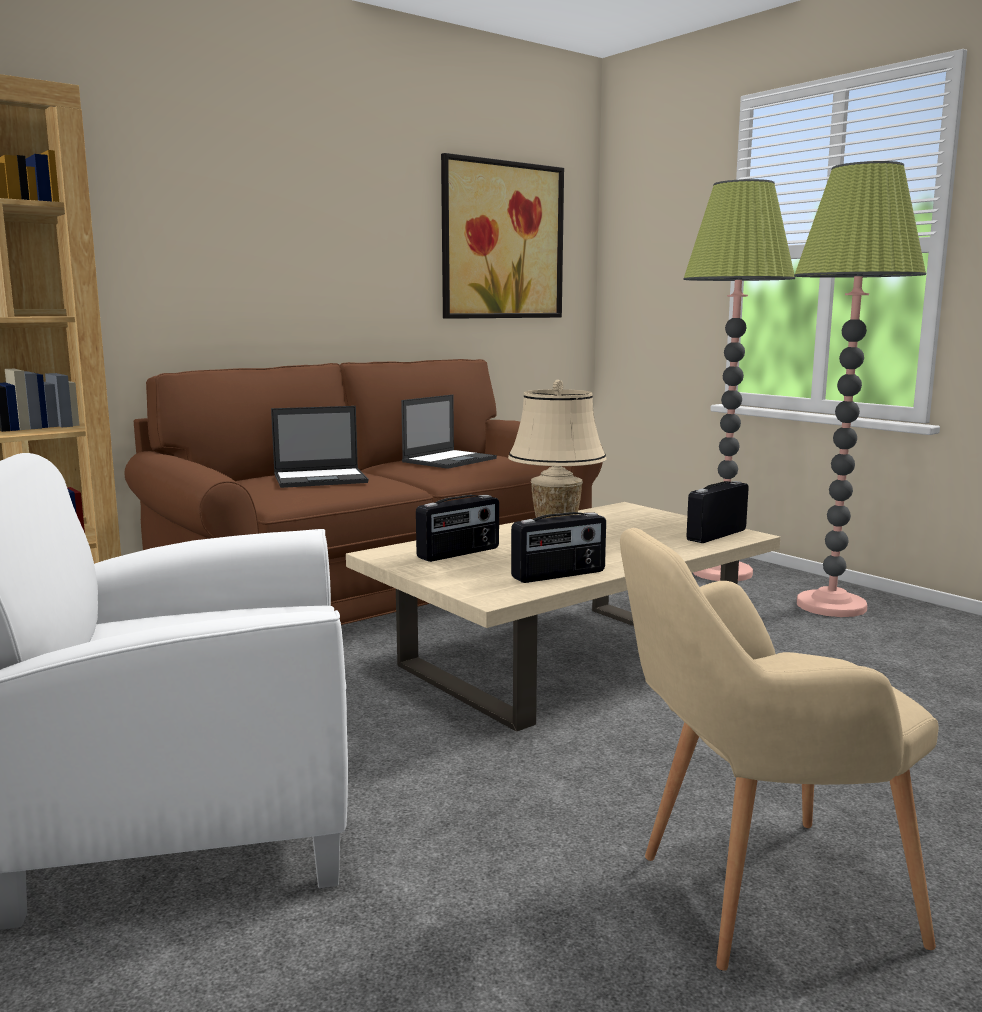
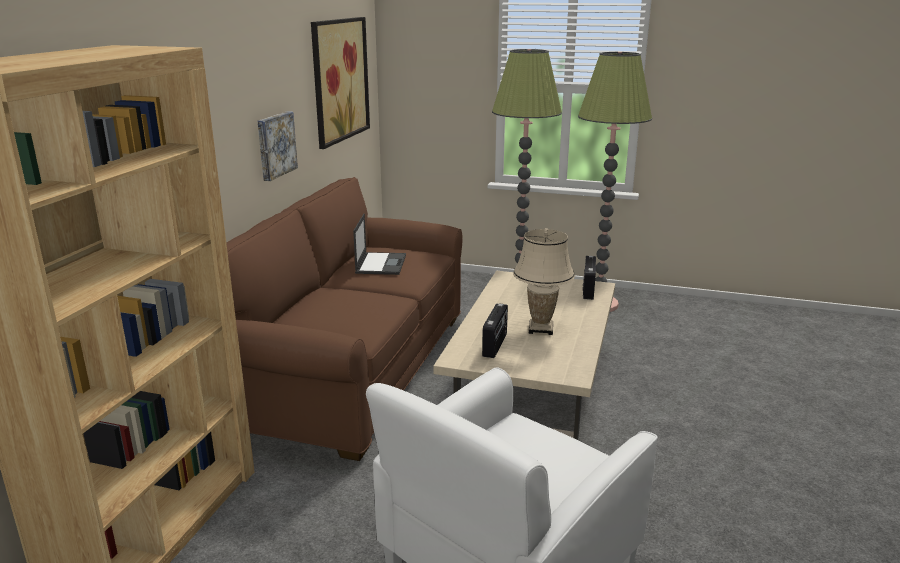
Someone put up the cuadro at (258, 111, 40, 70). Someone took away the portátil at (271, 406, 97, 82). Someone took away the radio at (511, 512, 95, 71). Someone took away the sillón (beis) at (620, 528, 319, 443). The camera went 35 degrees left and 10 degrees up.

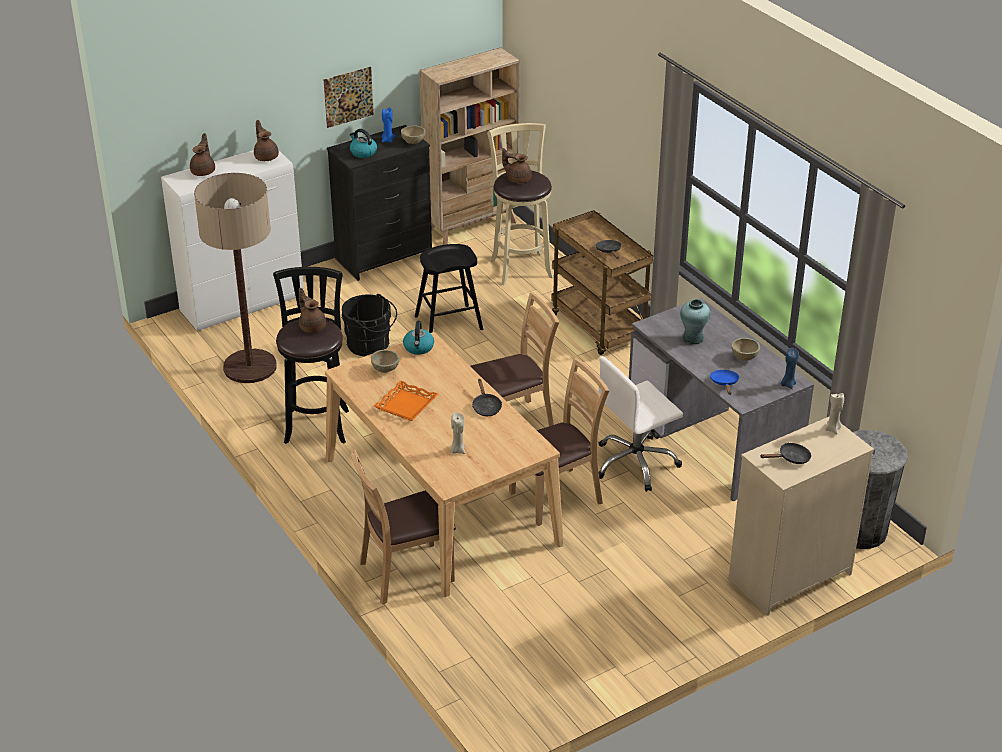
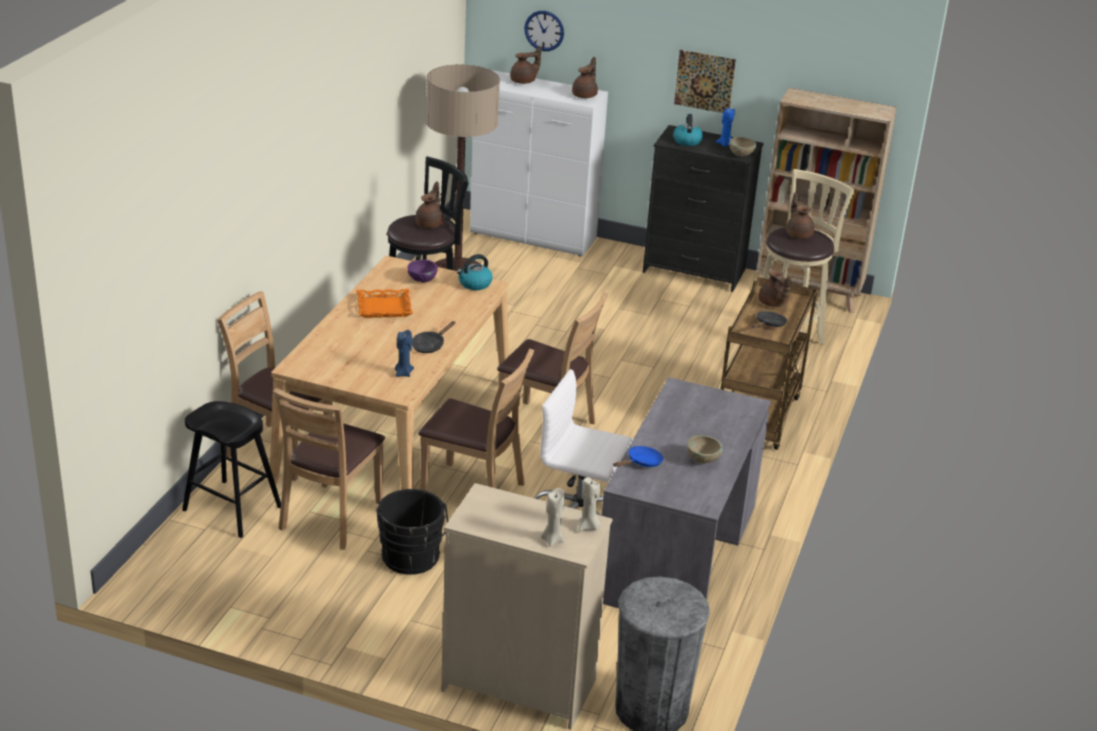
Someone carried the taburete (negro) from (415, 244, 68, 89) to (182, 401, 99, 137). Someone put down the silla (marrón) at (273, 388, 112, 162). Someone carried the cubo (negro) from (341, 294, 56, 63) to (376, 489, 72, 86). Someone carried the vela (azul) from (781, 348, 18, 41) to (395, 330, 19, 47). Someone repainted the cuenco (beis) at (371, 350, 28, 23), which became the cuenco (morado) at (408, 259, 30, 24). Someone put up the reloj de pared at (524, 11, 40, 40). Someone carried the vela (beis) from (451, 412, 14, 42) to (541, 488, 25, 59). Someone put down the tetera (marrón) at (759, 270, 32, 37). Someone took away the florero (turquesa) at (680, 299, 30, 46). Someone took away the sartén (negro) at (760, 443, 51, 21). The camera went 50 degrees right and 5 degrees down.

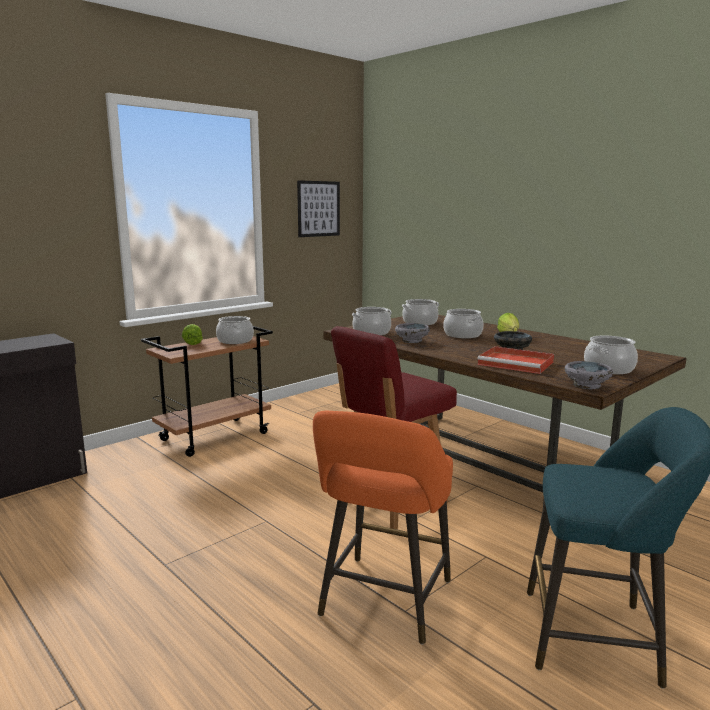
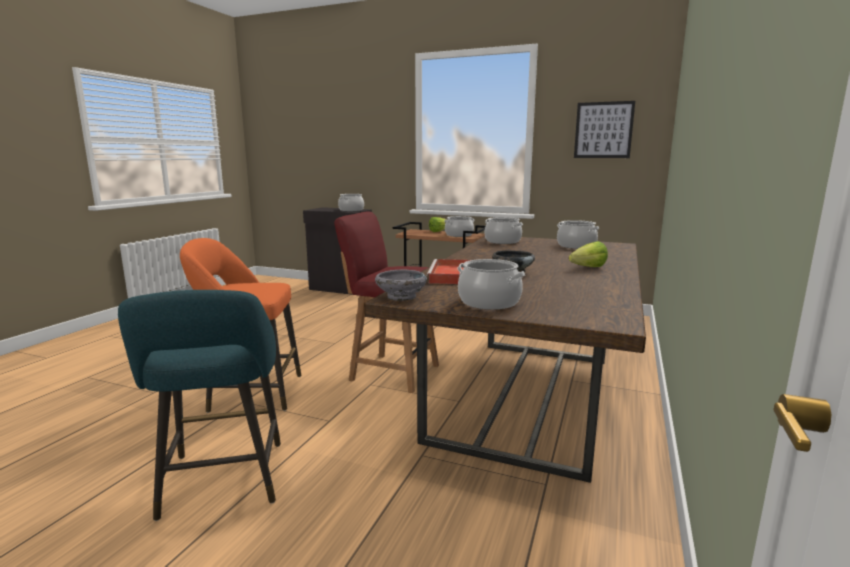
Someone carried the olla from (443, 309, 40, 30) to (338, 194, 26, 17). Someone took away the cuenco (gris) at (395, 323, 35, 20). The camera went 65 degrees right and 0 degrees up.

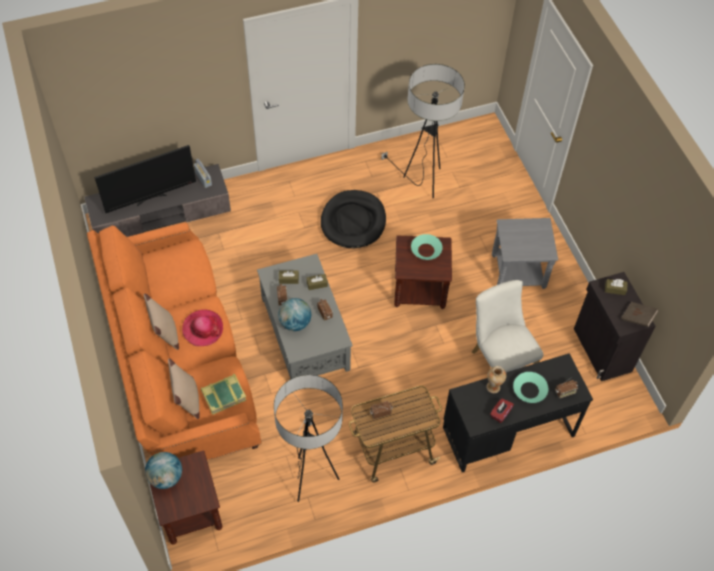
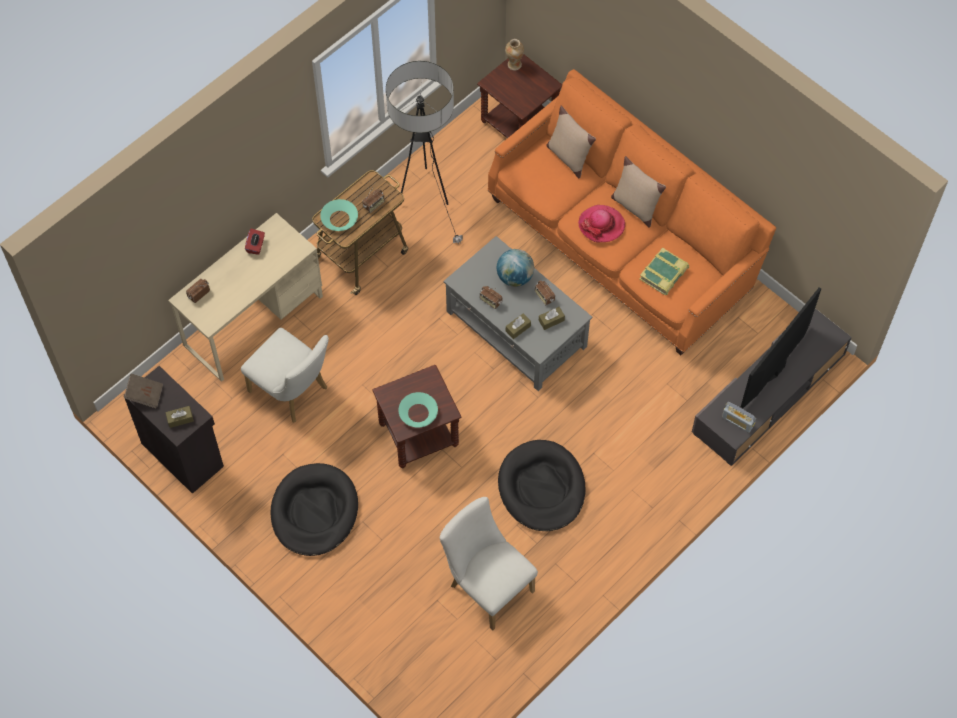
Someone repainted the escritorio (negro) at (443, 353, 150, 119), which became the escritorio (beis) at (168, 213, 155, 169). Someone swapped the mesa auxiliar (gris) at (492, 218, 66, 71) for the cama para perro (negro) at (271, 463, 87, 93). Someone carried the cuenco (turquesa) from (513, 372, 35, 31) to (320, 199, 38, 32). Someone swapped the lámpara de pie at (380, 64, 85, 134) for the silla (blanco) at (440, 497, 98, 134). Someone carried the florero from (486, 366, 20, 27) to (505, 39, 19, 31). Someone carried the libro from (201, 374, 45, 41) to (639, 248, 50, 47). Someone took away the globo terráqueo at (145, 452, 37, 37). The camera went 155 degrees right and 5 degrees up.

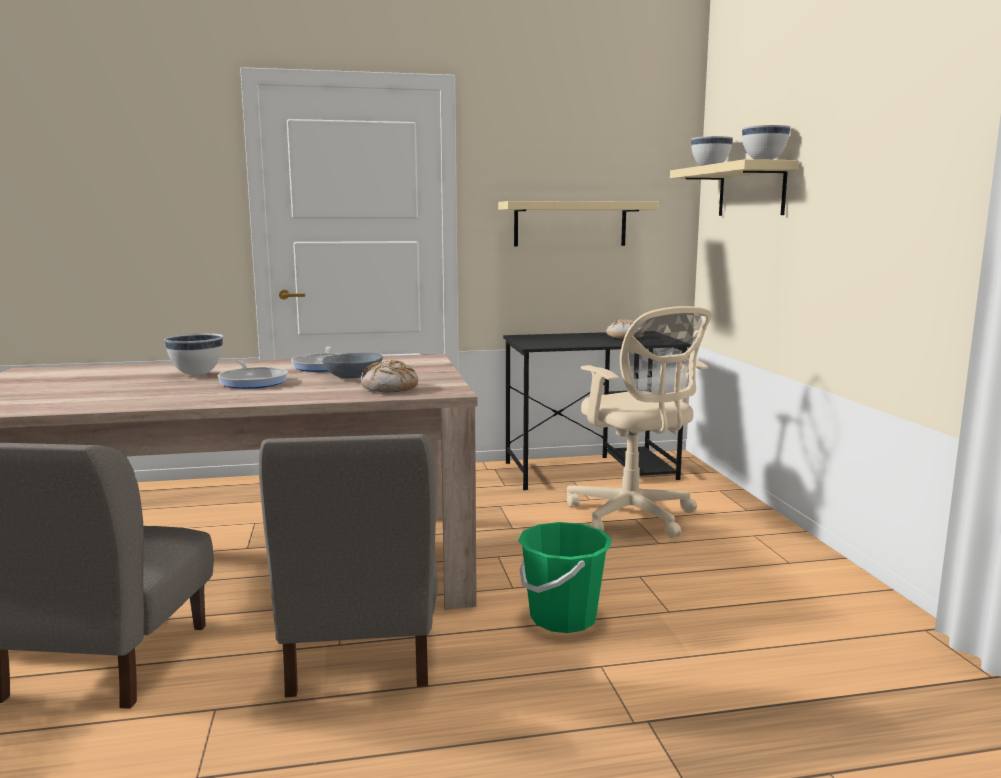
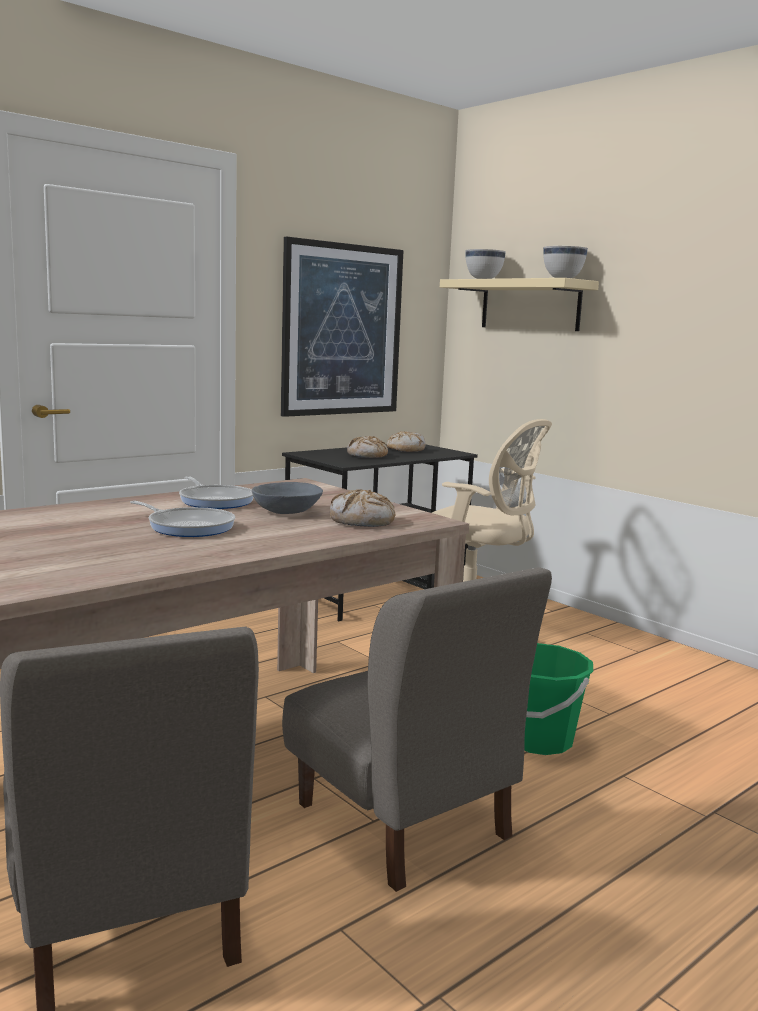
Someone swapped the estante (beis) at (498, 201, 161, 45) for the cuadro at (281, 237, 122, 180). Someone put down the pan at (347, 436, 41, 22). Someone took away the cuenco (blanco) at (164, 333, 59, 42). The camera went 30 degrees left and 0 degrees up.

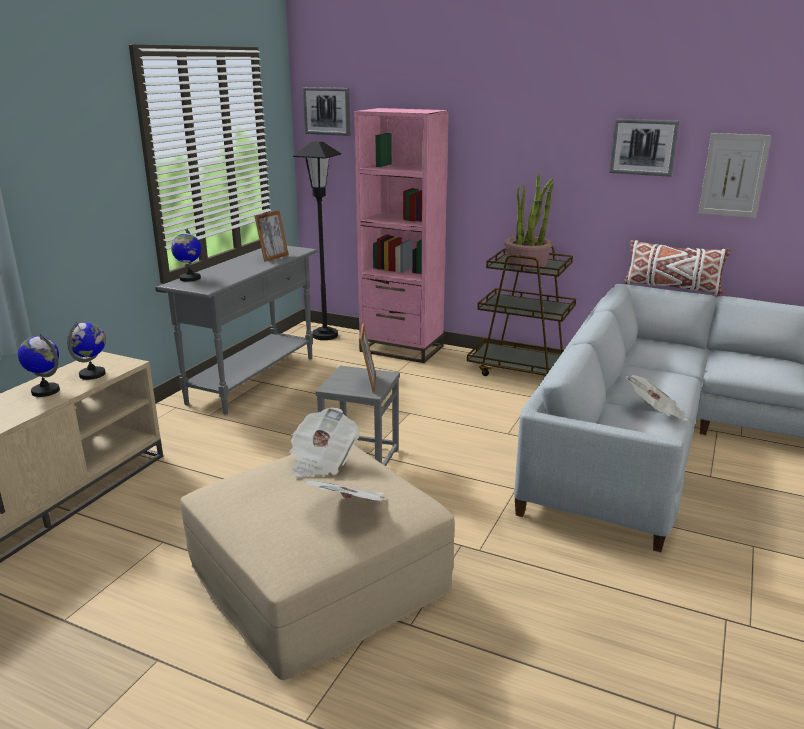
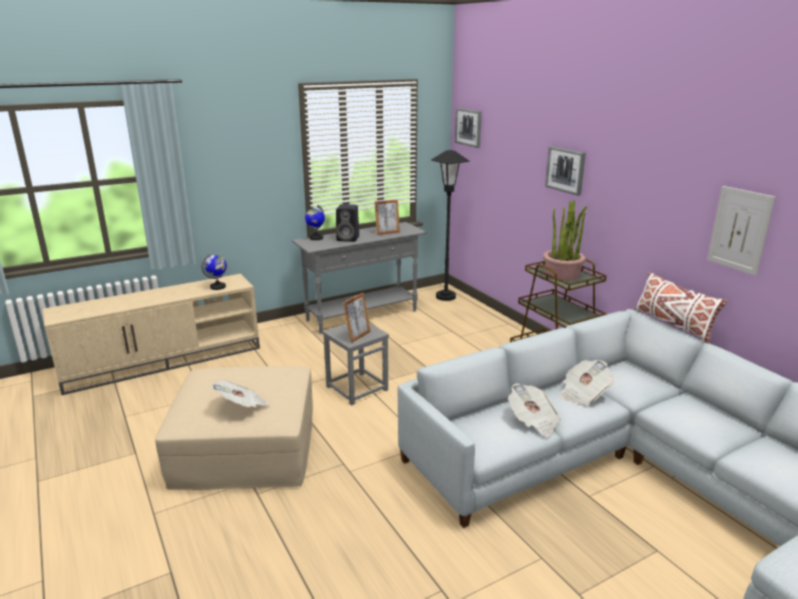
Someone put down the altavoz (negro) at (336, 204, 23, 38). Someone carried the cuadro from (609, 119, 70, 58) to (545, 146, 41, 50). Someone carried the periódico from (289, 407, 70, 71) to (559, 360, 55, 45). Someone took away the globo terráqueo at (18, 334, 42, 63). Someone took away the estantería (rosa) at (354, 108, 95, 255). The camera went 35 degrees right and 0 degrees up.

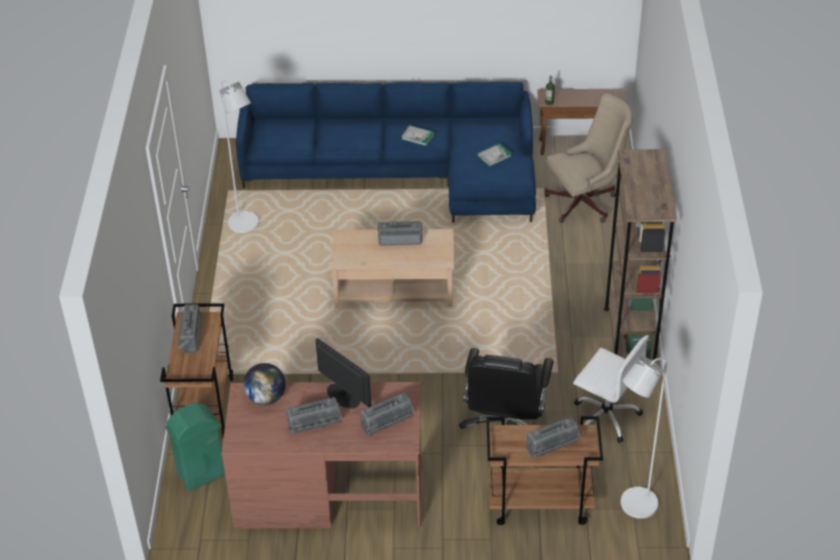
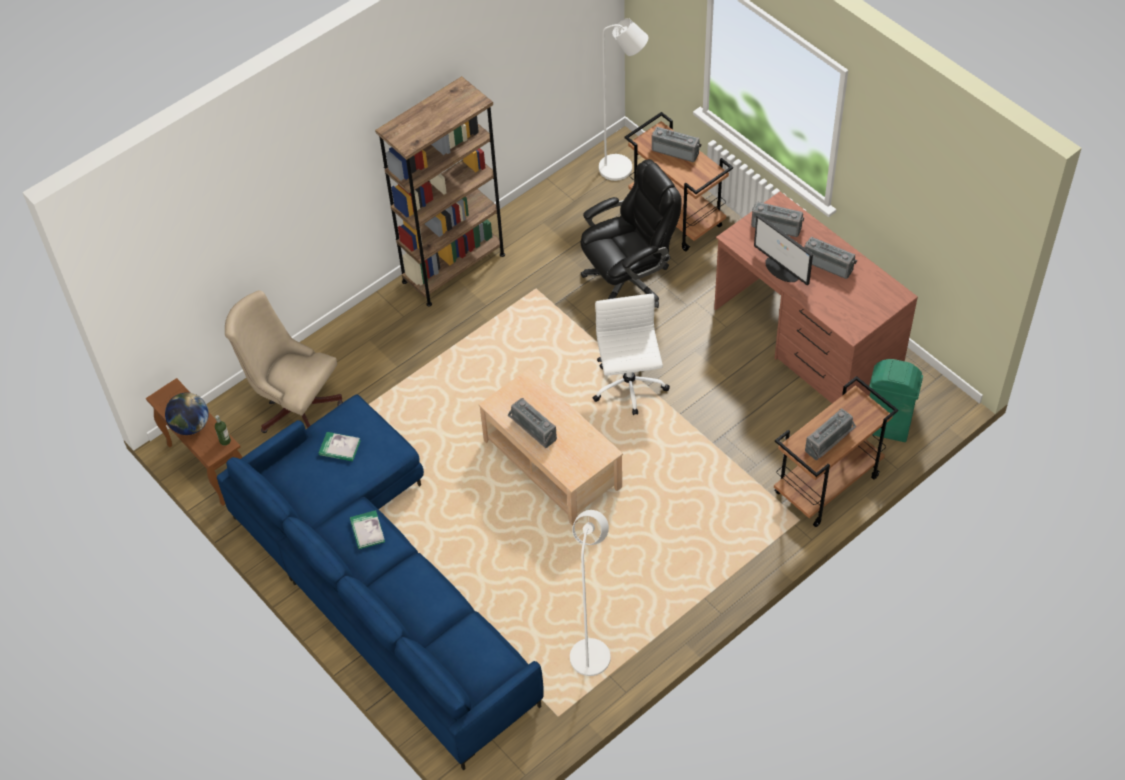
Someone carried the globo terráqueo from (243, 363, 43, 42) to (165, 393, 44, 42). Someone carried the silla de oficina (blanco) from (573, 335, 76, 108) to (593, 294, 77, 121). Someone rotated the monitor at (315, 338, 56, 70) by 45 degrees counterclockwise. The camera went 130 degrees left and 10 degrees up.

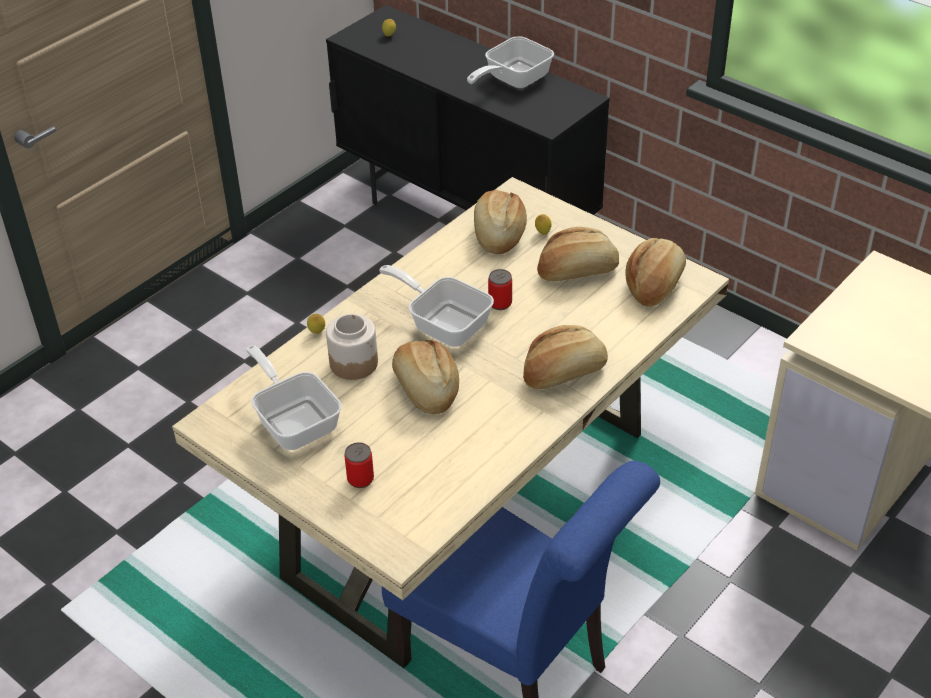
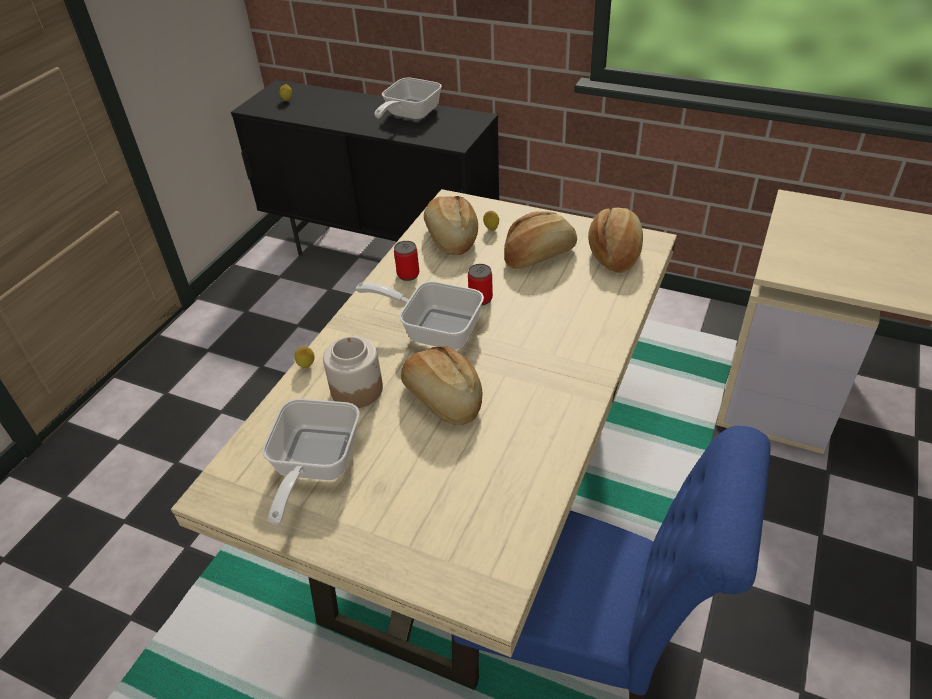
Someone rotated the sartén at (246, 345, 96, 105) by 120 degrees counterclockwise. Someone carried the lata from (344, 442, 30, 46) to (394, 241, 25, 40). Someone took away the pan at (523, 325, 85, 64). The camera went 15 degrees left and 0 degrees up.

